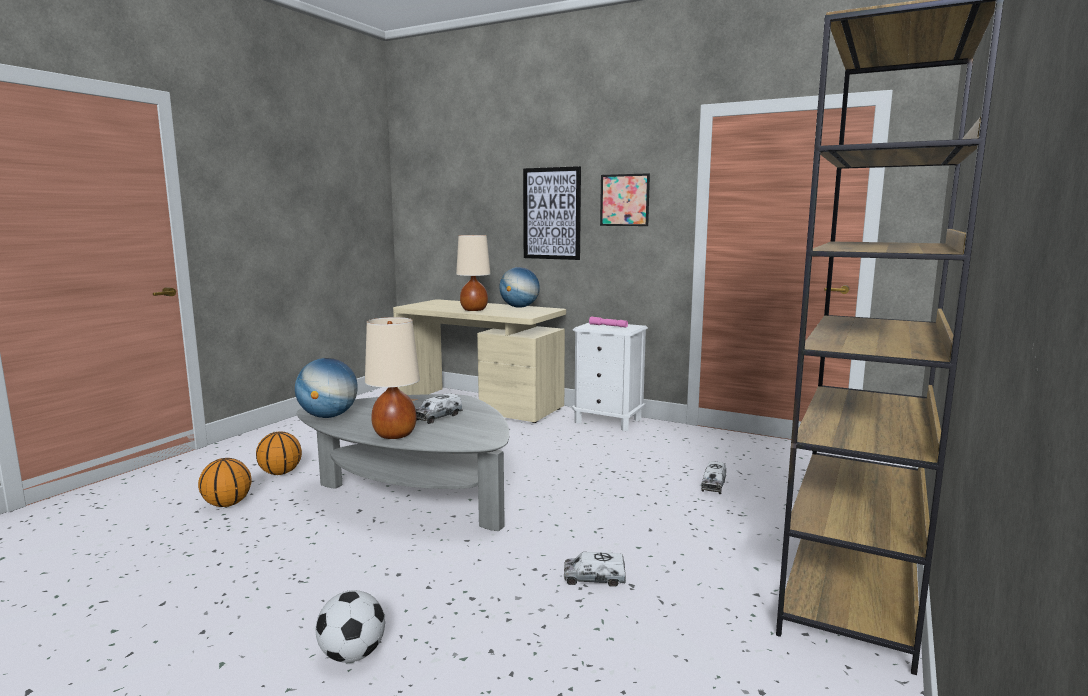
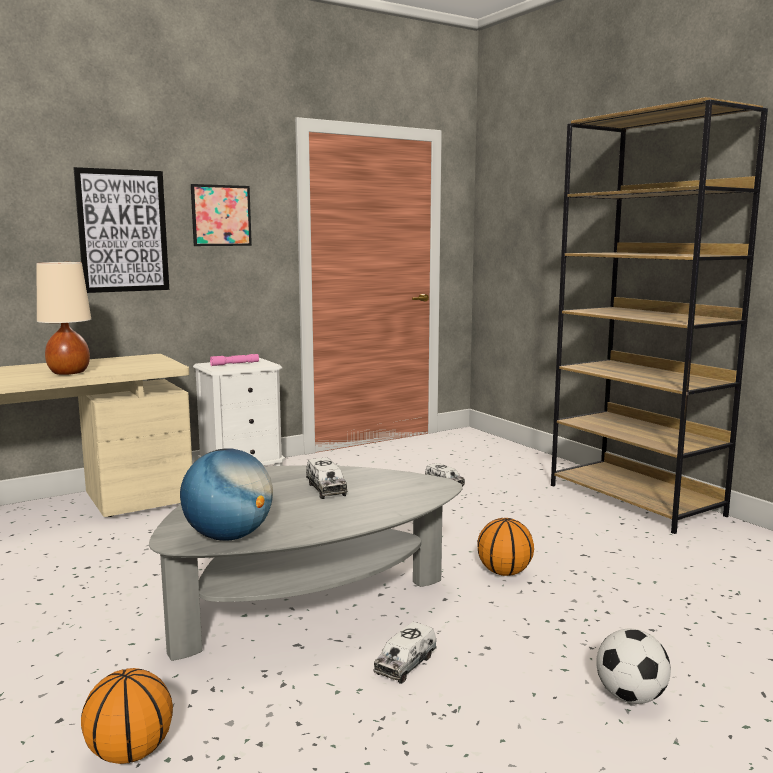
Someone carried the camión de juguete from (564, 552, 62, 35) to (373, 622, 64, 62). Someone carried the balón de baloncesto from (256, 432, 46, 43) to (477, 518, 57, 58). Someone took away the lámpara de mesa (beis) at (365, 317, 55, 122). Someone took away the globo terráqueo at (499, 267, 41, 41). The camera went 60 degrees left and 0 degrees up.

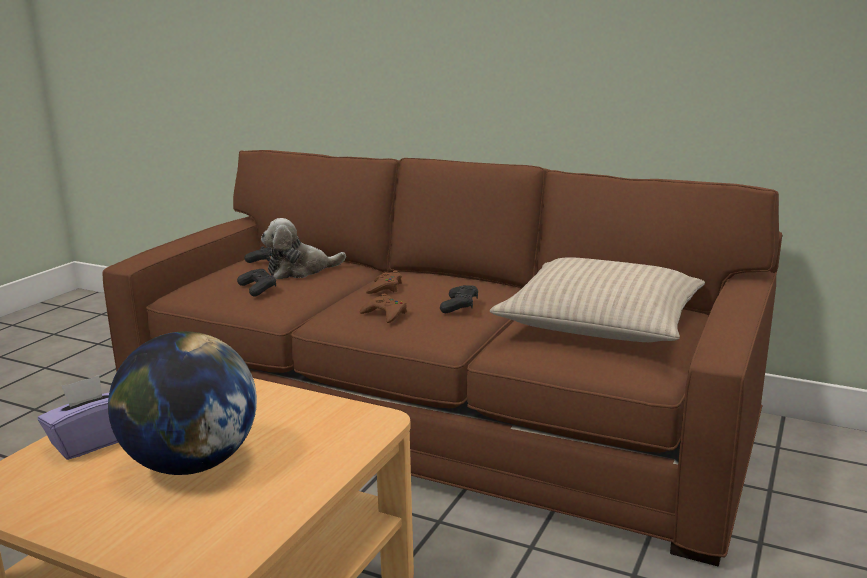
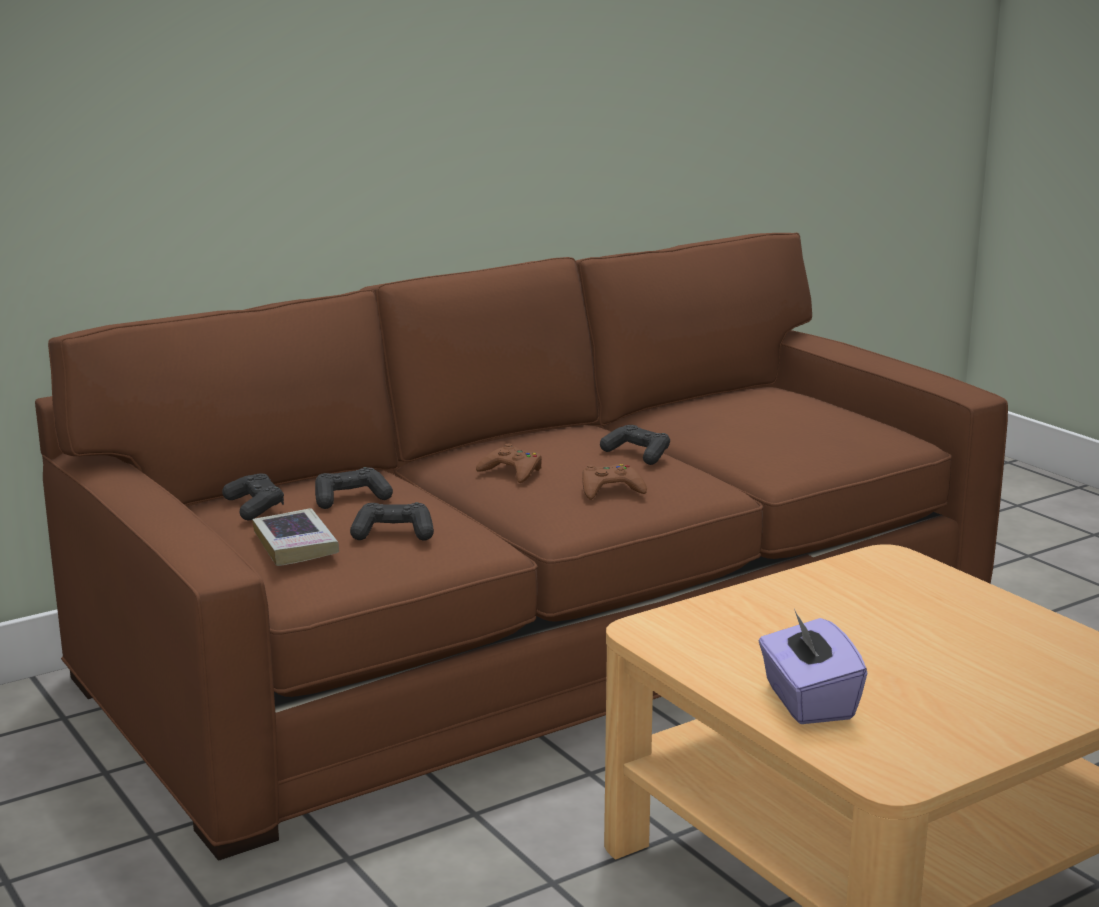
Someone put down the libro at (252, 508, 87, 58). Someone swapped the peluche at (261, 218, 85, 61) for the mando de consola (negro) at (315, 467, 78, 42). Someone took away the globo terráqueo at (108, 331, 149, 144). Someone took away the cojín (beis) at (490, 257, 215, 85). The camera went 60 degrees left and 0 degrees up.

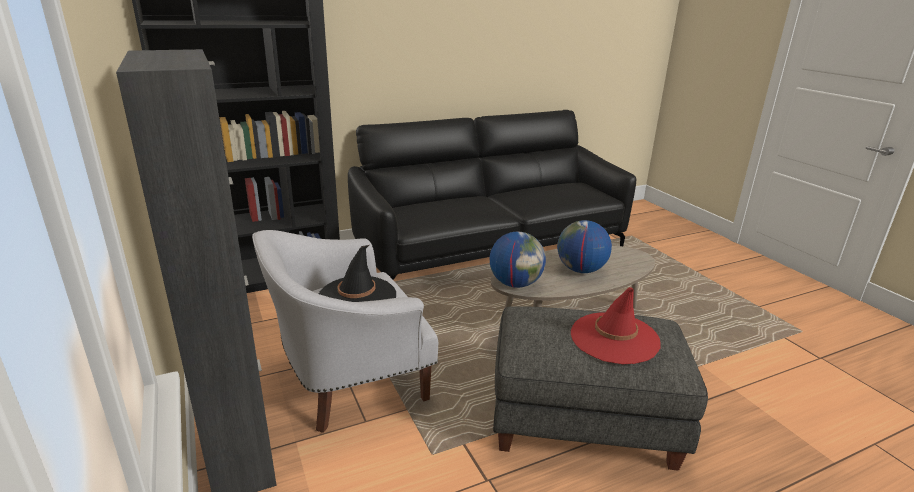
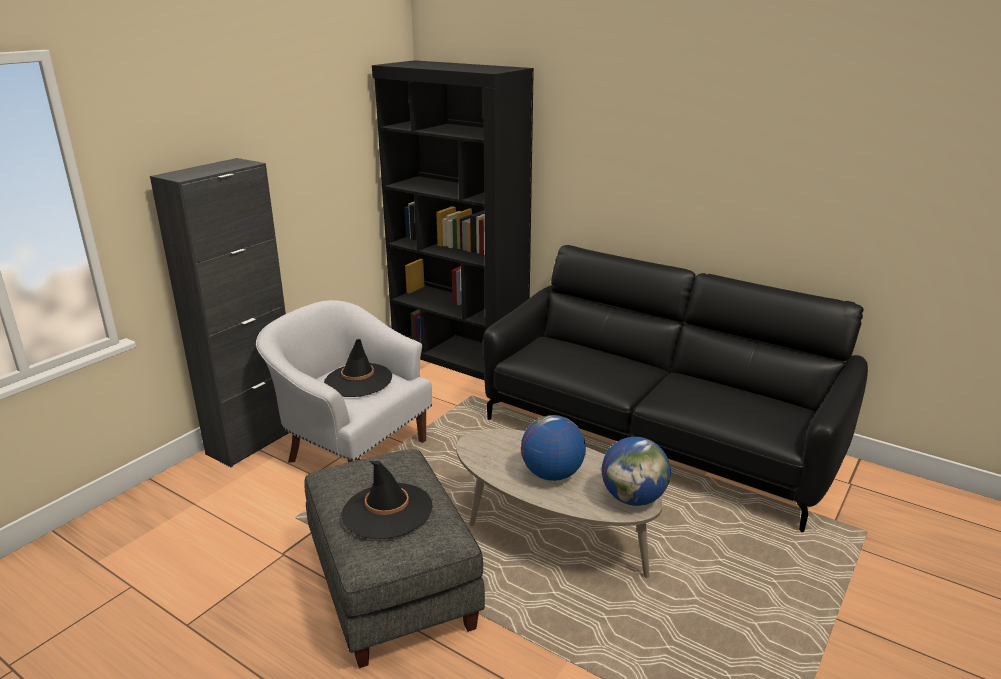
Someone repainted the sombrero (rojo) at (571, 287, 90, 77), which became the sombrero (negro) at (342, 461, 91, 78). Someone carried the globo terráqueo from (490, 232, 56, 56) to (602, 437, 69, 69). The camera went 60 degrees right and 0 degrees up.

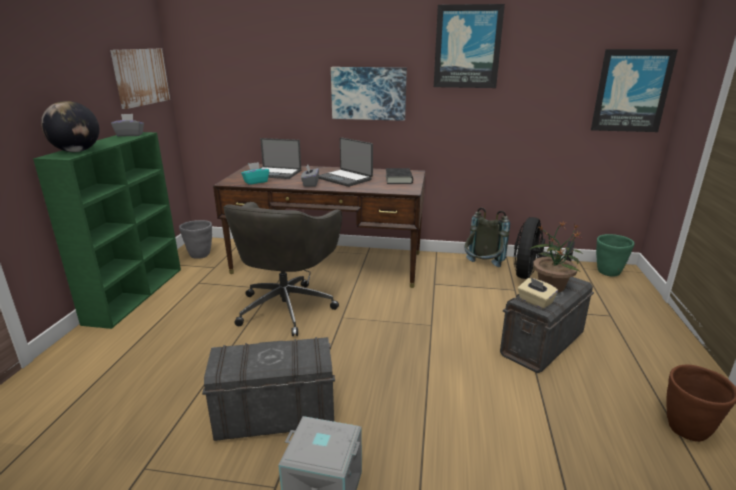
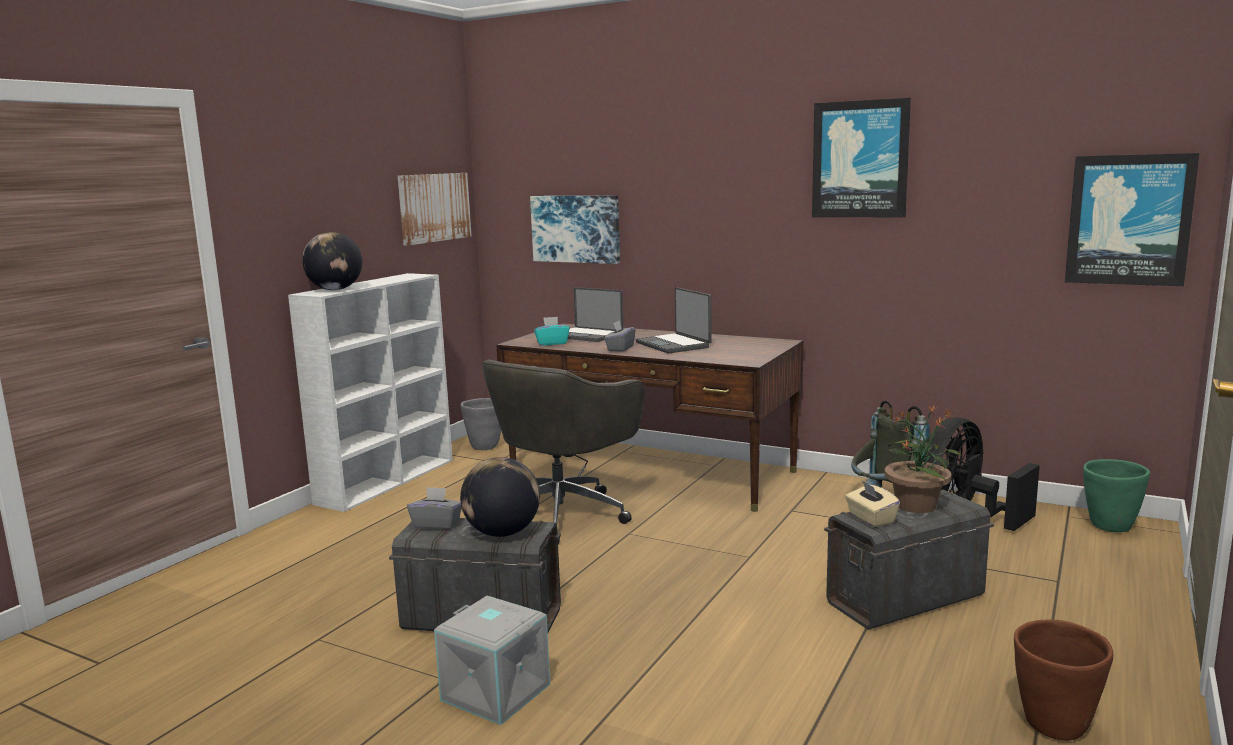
Someone repainted the estantería (verde) at (33, 132, 148, 197), which became the estantería (blanco) at (288, 273, 165, 239). Someone carried the caja de pañuelos (gris) from (111, 114, 33, 23) to (407, 487, 55, 43). Someone put down the globo terráqueo at (460, 457, 80, 80). Someone carried the cuadro from (331, 67, 76, 54) to (530, 195, 90, 69). Someone took away the libro (negro) at (386, 168, 27, 16). The camera went 20 degrees right and 10 degrees down.

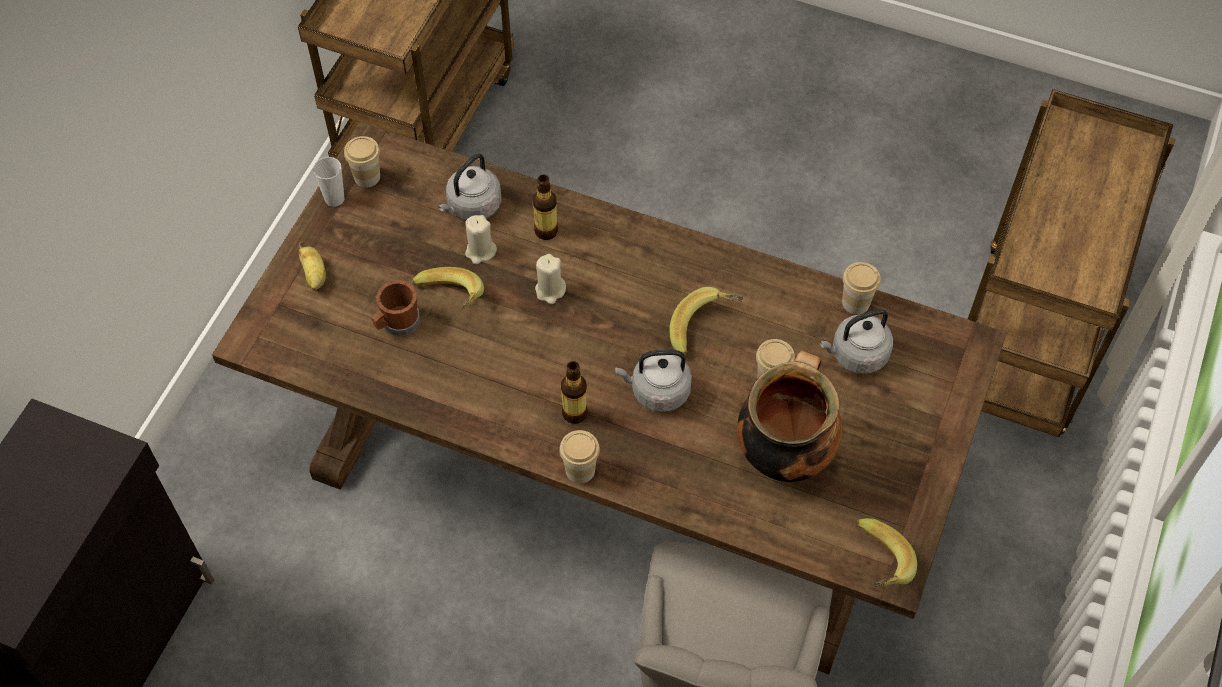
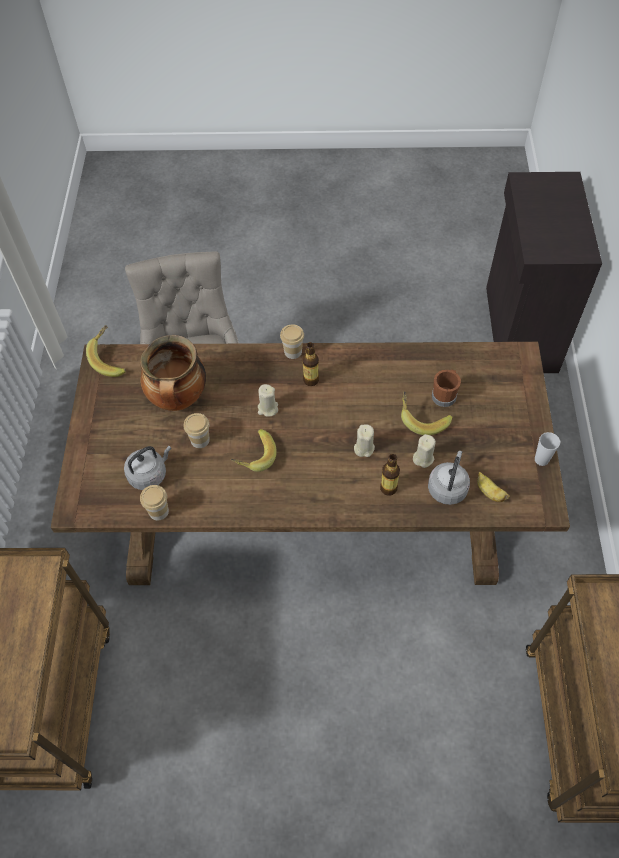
Someone swapped the hervidor (gris) at (615, 350, 77, 62) for the vela (beis) at (258, 384, 20, 33). Someone carried the plátano from (298, 242, 28, 49) to (477, 472, 33, 30). Someone took away the taza at (344, 136, 36, 52). The camera went 160 degrees right and 0 degrees up.

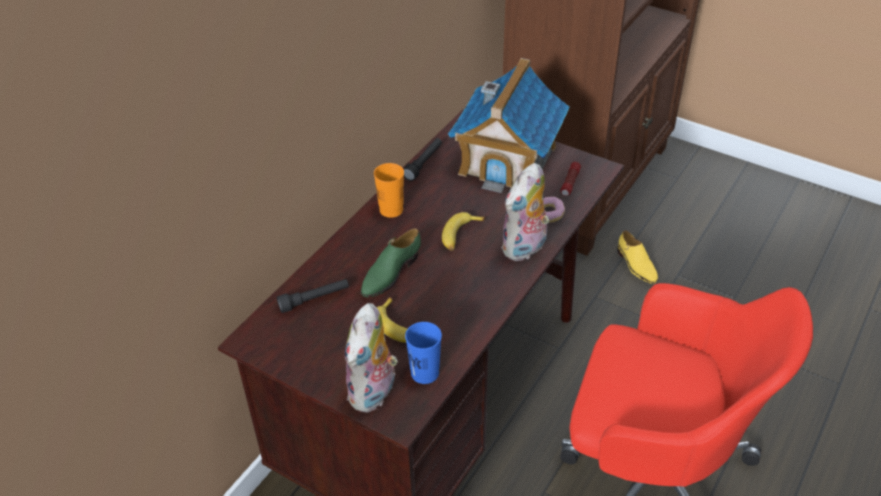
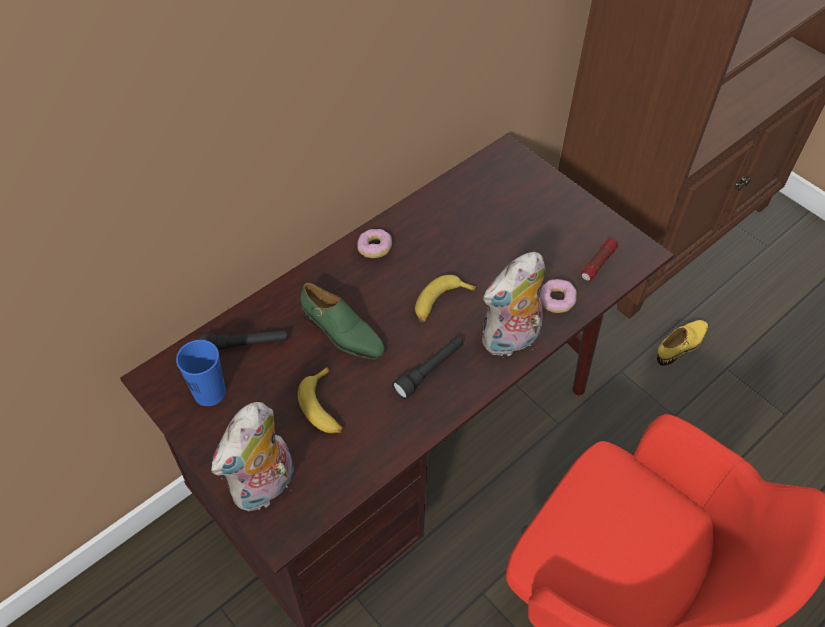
Someone carried the taza (azul) from (405, 322, 37, 62) to (176, 340, 50, 66). Someone rotated the zapato (verde) at (361, 228, 60, 69) by 105 degrees counterclockwise. Someone swapped the taza (naranja) at (374, 163, 30, 55) for the rosquilla at (357, 229, 35, 29). Someone carried the linterna (negro) from (404, 138, 38, 43) to (392, 336, 71, 63). Someone rotated the zapato (amarillo) at (617, 231, 41, 53) by 120 degrees counterclockwise. Someone took away the casita at (448, 58, 122, 135). The camera went 15 degrees right and 10 degrees up.

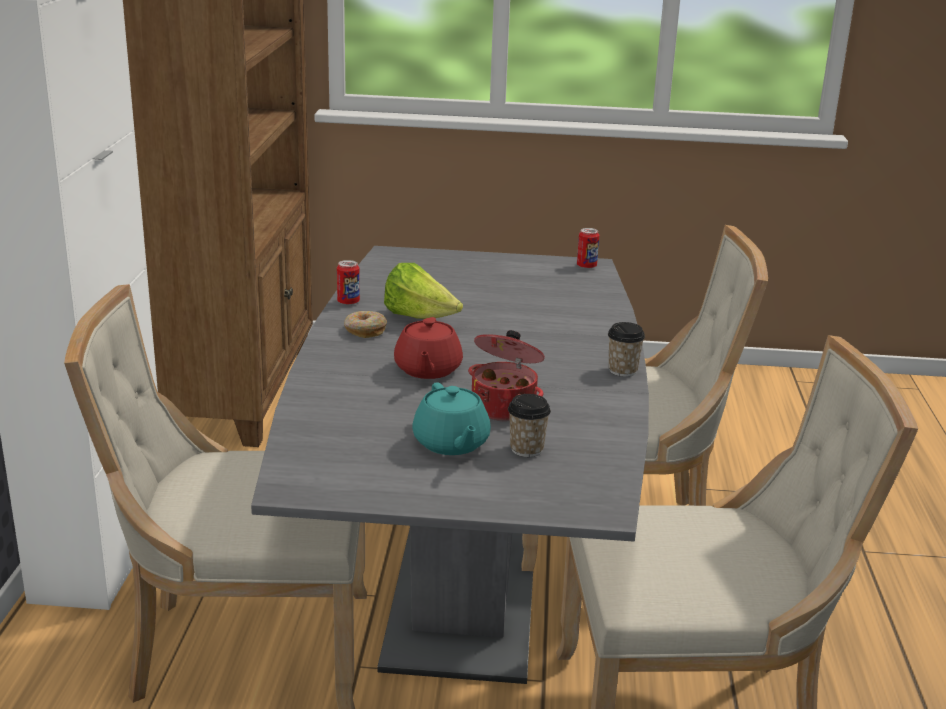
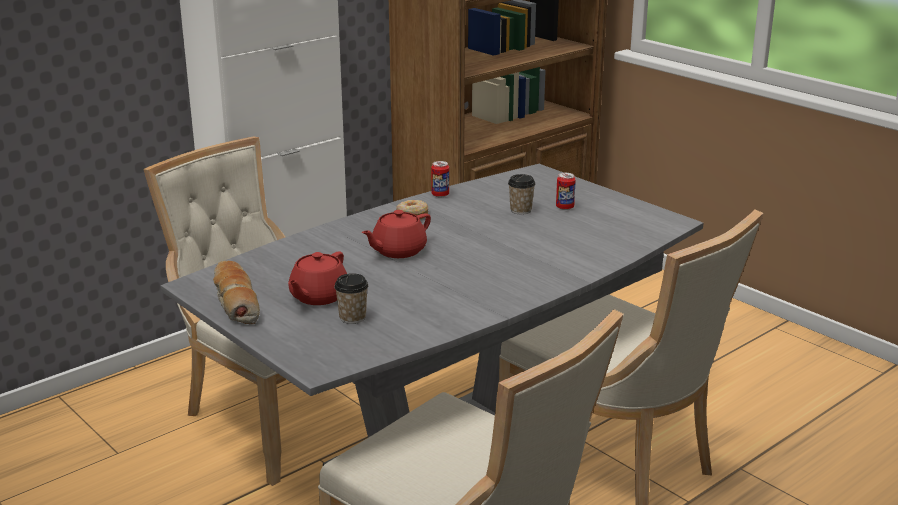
Someone put down the pan at (213, 261, 47, 63). Someone repainted the tetera (turquesa) at (412, 382, 79, 73), which became the tetera (rojo) at (288, 252, 59, 53). Someone carried the taza from (608, 322, 37, 55) to (508, 174, 28, 41). Someone carried the lata from (577, 228, 22, 41) to (556, 173, 20, 37). Someone took away the lechuga at (384, 263, 79, 56). Someone took away the olla at (468, 330, 77, 91). The camera went 45 degrees right and 0 degrees up.

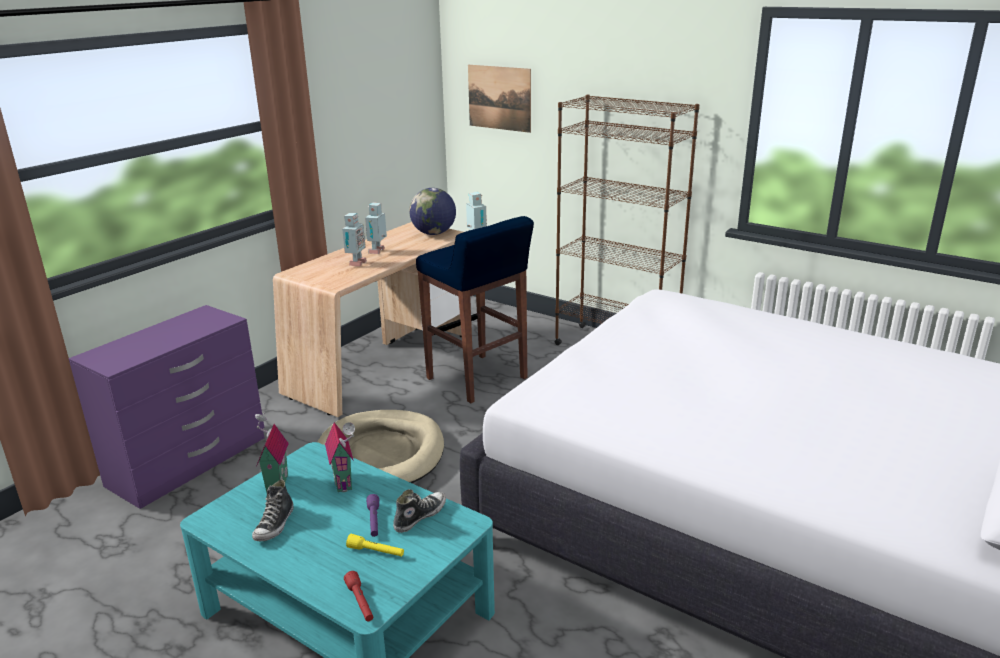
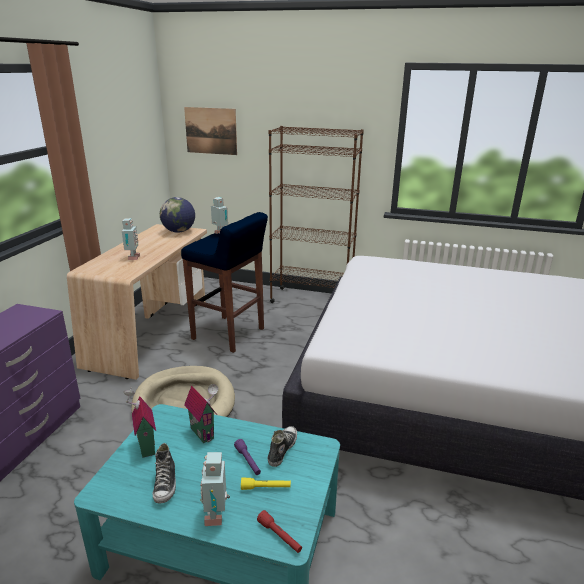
Someone carried the robot de juguete from (365, 202, 22, 52) to (200, 452, 30, 74). The camera went 20 degrees left and 0 degrees up.

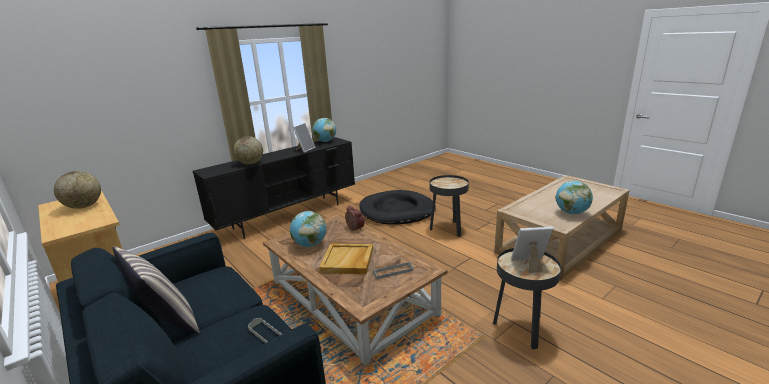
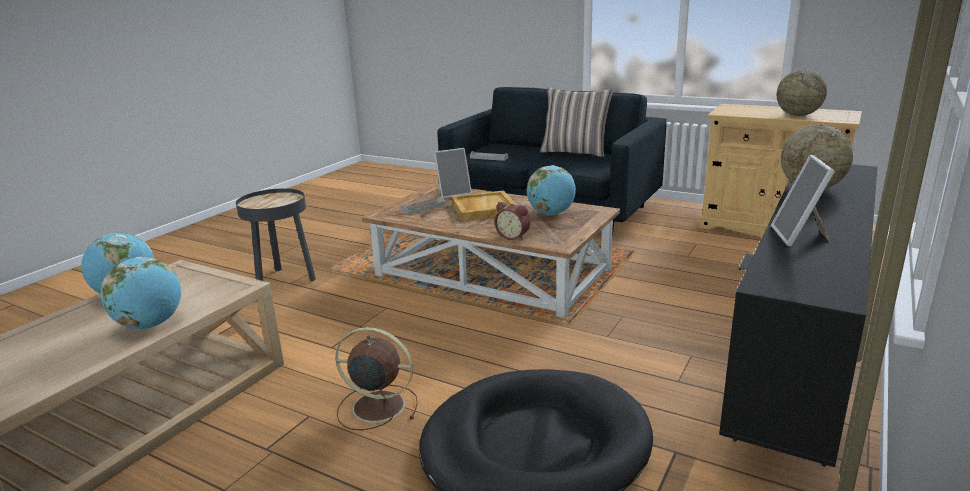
Someone carried the globo terráqueo from (313, 118, 23, 24) to (100, 257, 81, 72). Someone swapped the mesa auxiliar (negro) at (429, 175, 40, 62) for the ventilador (marrón) at (335, 327, 83, 103). Someone carried the portarretratos from (511, 227, 43, 46) to (434, 148, 38, 50). The camera went 160 degrees right and 0 degrees up.

